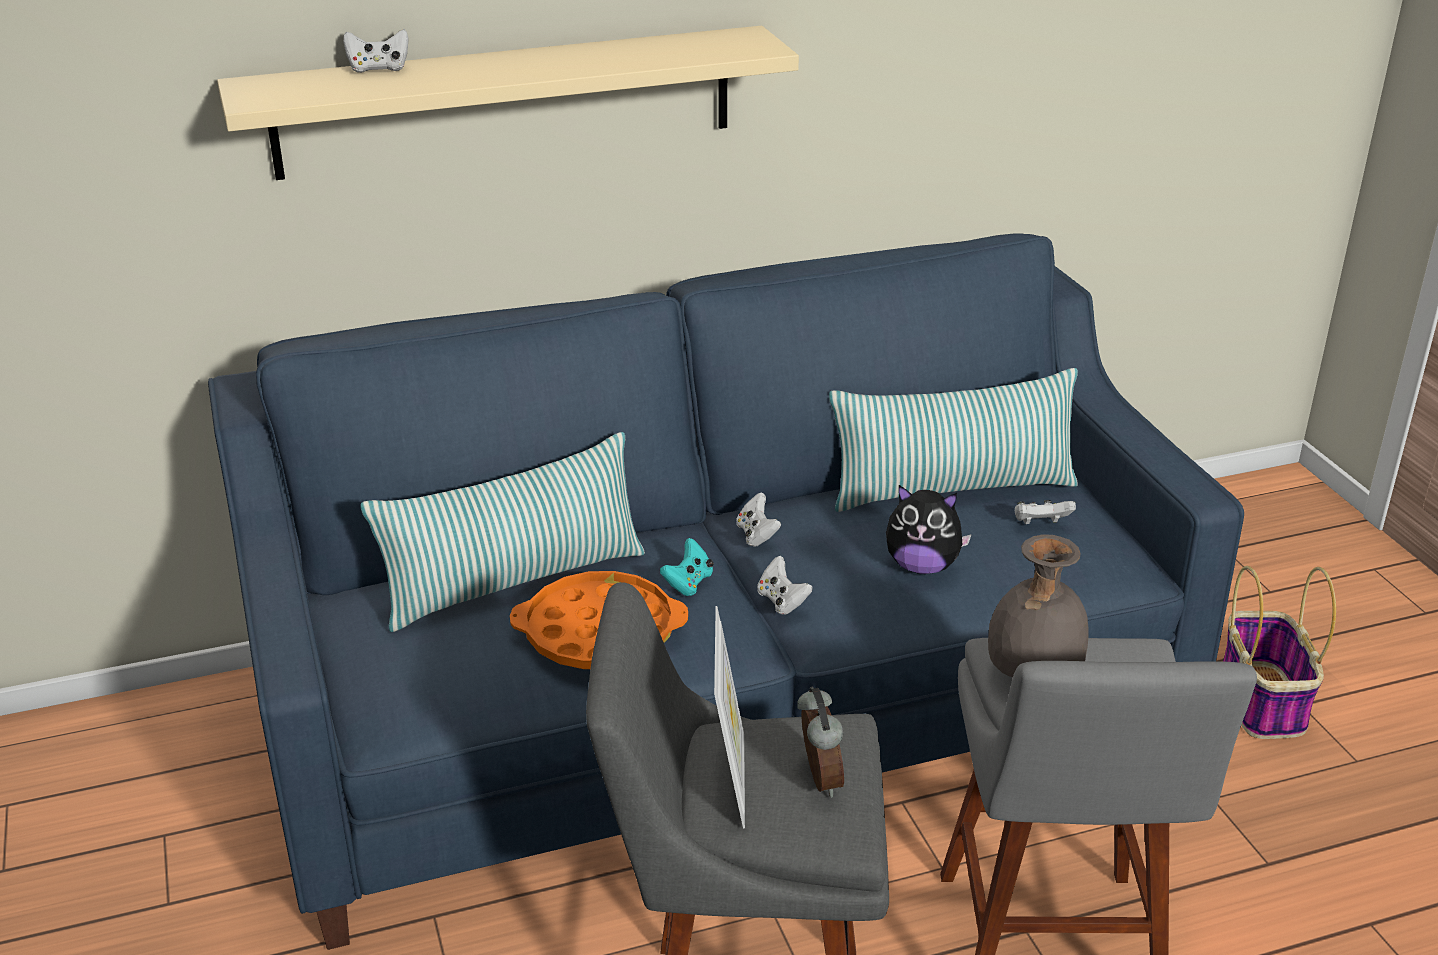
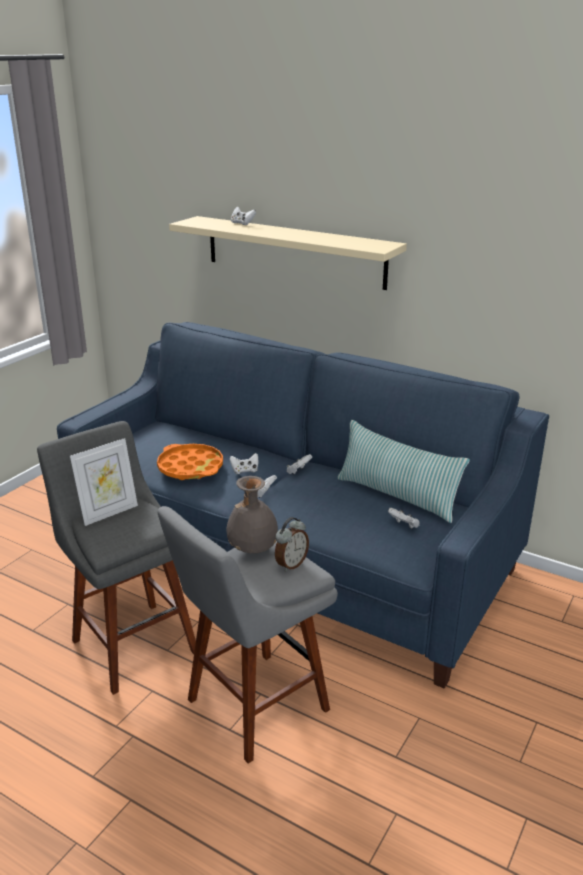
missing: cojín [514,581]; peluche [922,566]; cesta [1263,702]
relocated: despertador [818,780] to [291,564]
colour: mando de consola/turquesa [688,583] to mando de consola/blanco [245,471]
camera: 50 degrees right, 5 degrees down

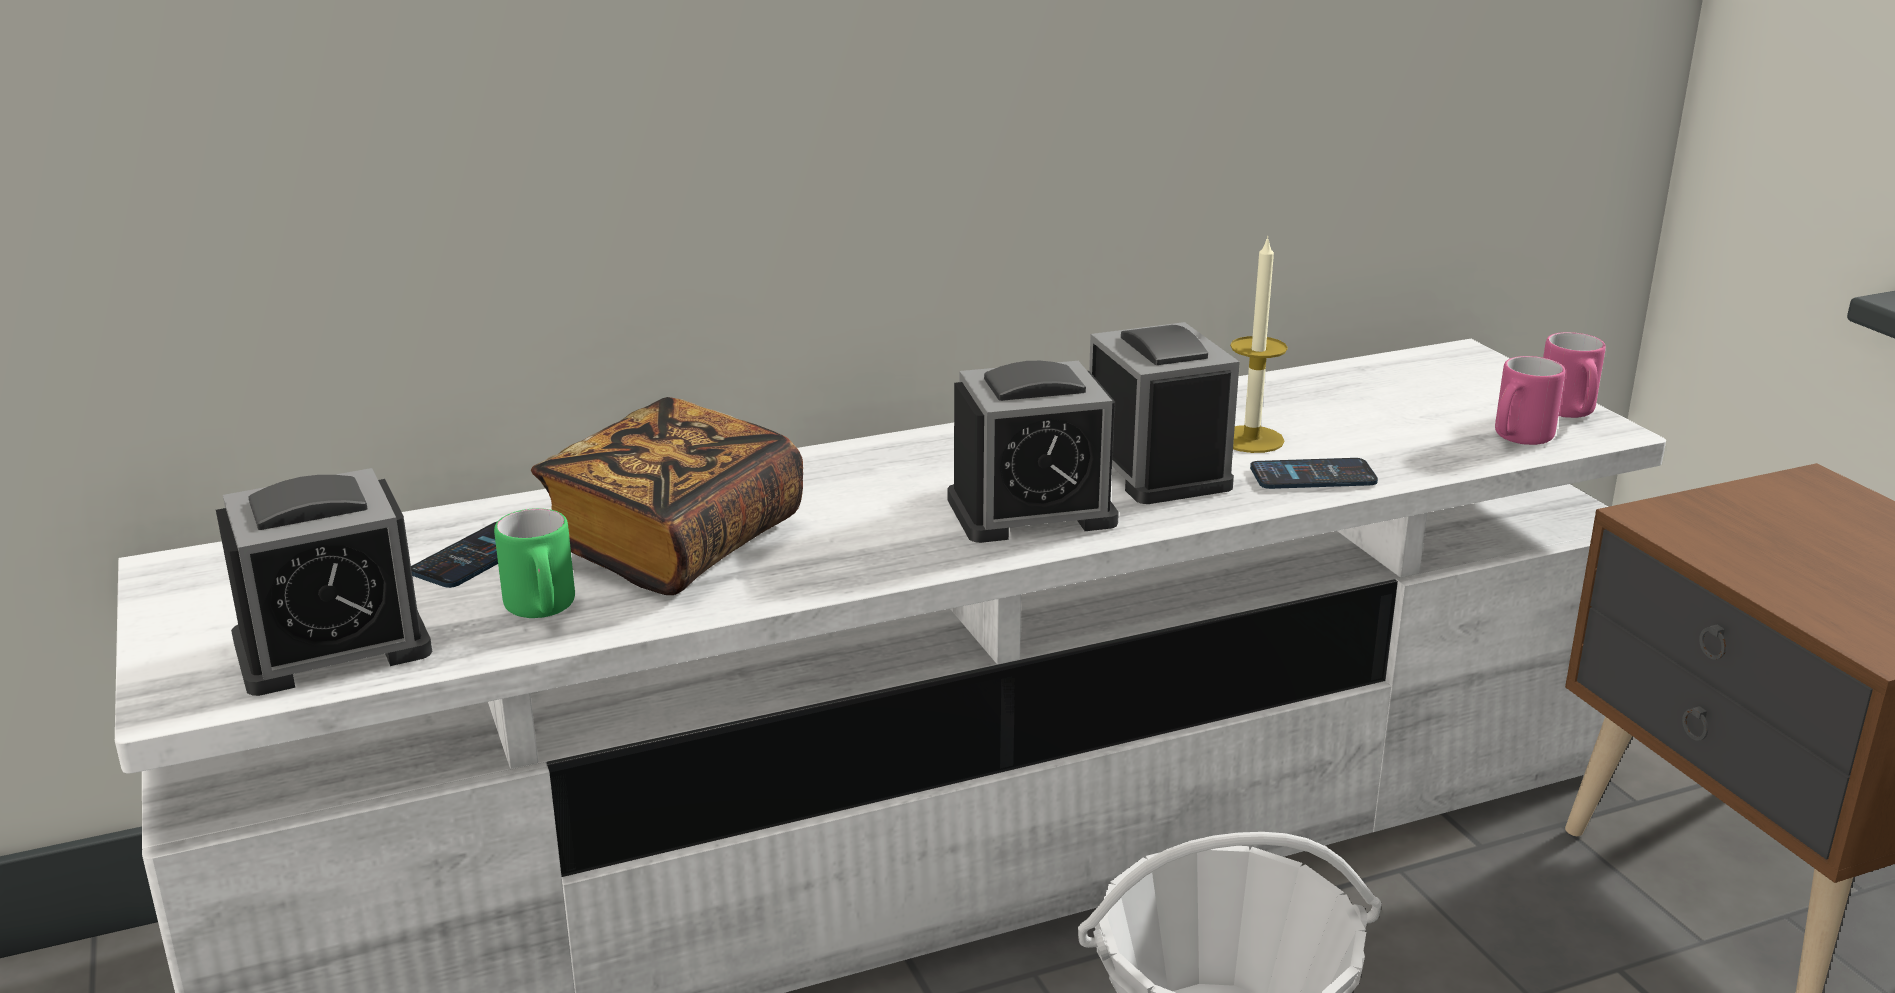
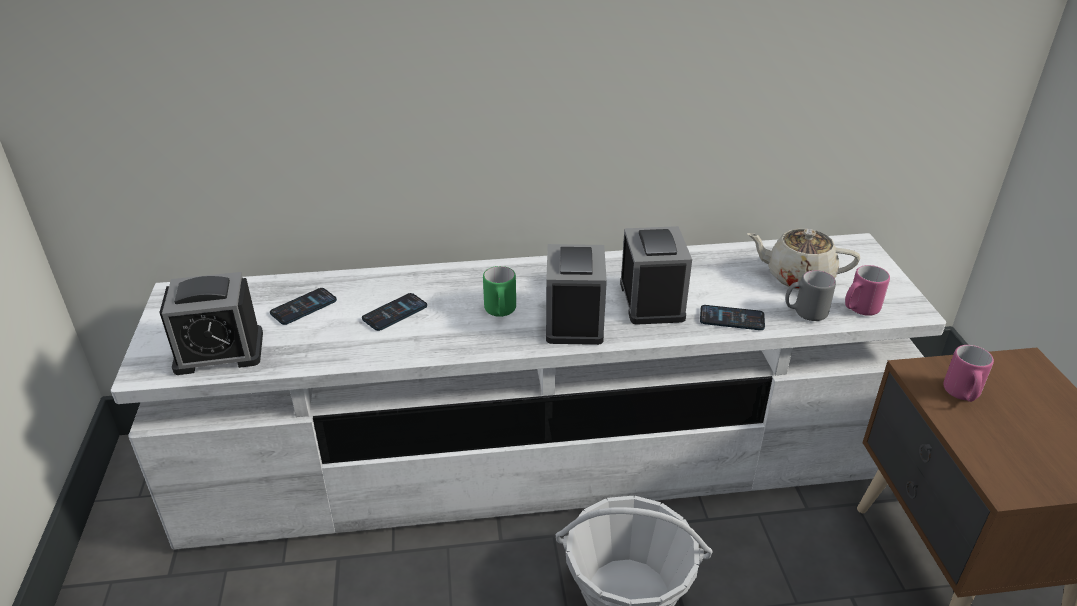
missing: vela [1251,439]
appeared: tetera/beis [797,277]; taza grande/gris [804,313]
relocated: taza grande/verde [542,611] to [500,312]; taza grande/rosa [1569,414] to [962,395]
exchanged: libro [674,543] to móvil [395,313]
spun: despertador [1031,511] = [574,320] 90 degrees clockwise
camera: 15 degrees right, 10 degrees up

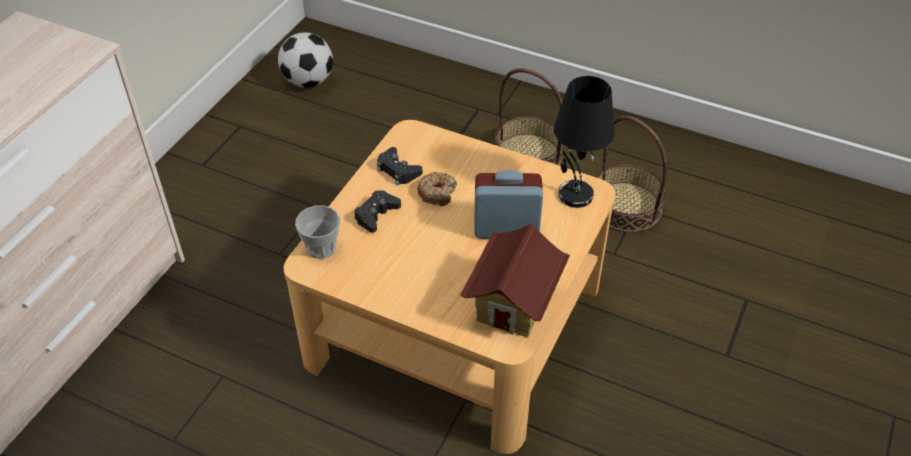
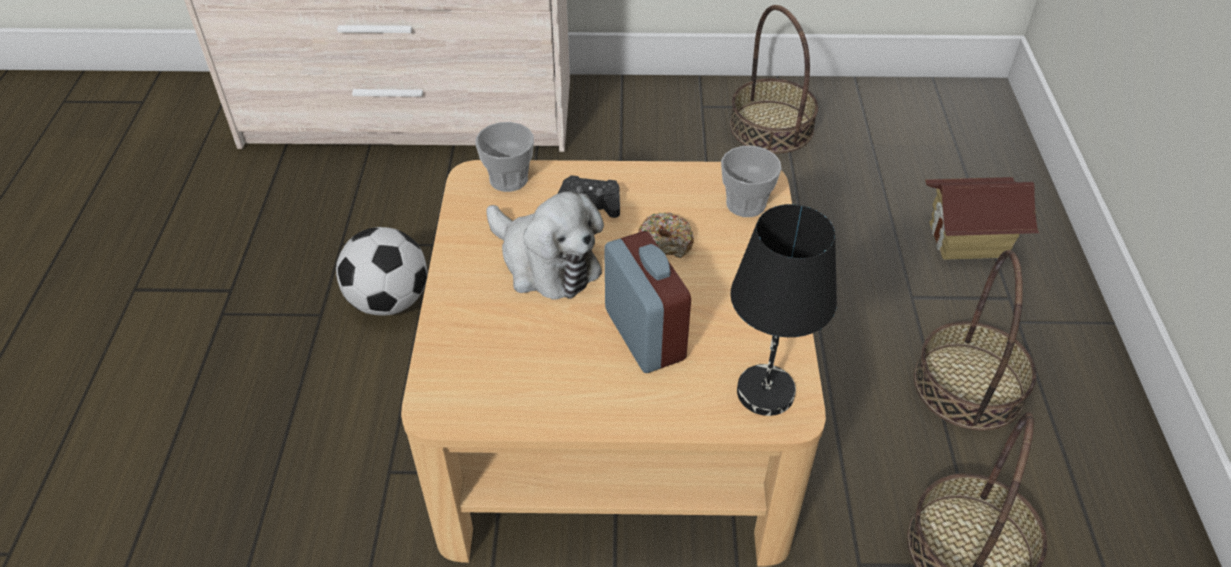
missing: mando de consola/negro [398,170]
appeared: peluche [545,262]; taza [745,204]; cesta [771,127]
relocated: balón de fútbol [308,81] to [389,301]; casita [514,305] to [968,241]
camera: 65 degrees right, 0 degrees up

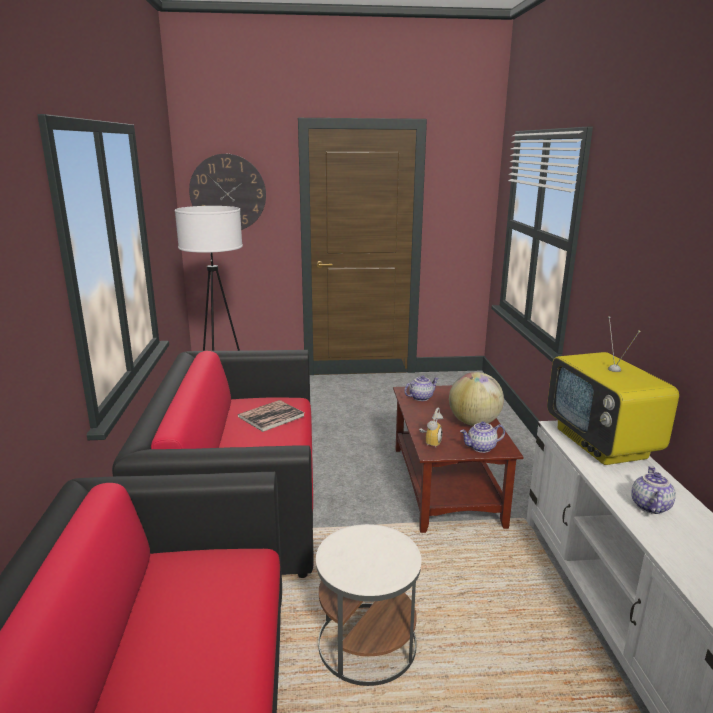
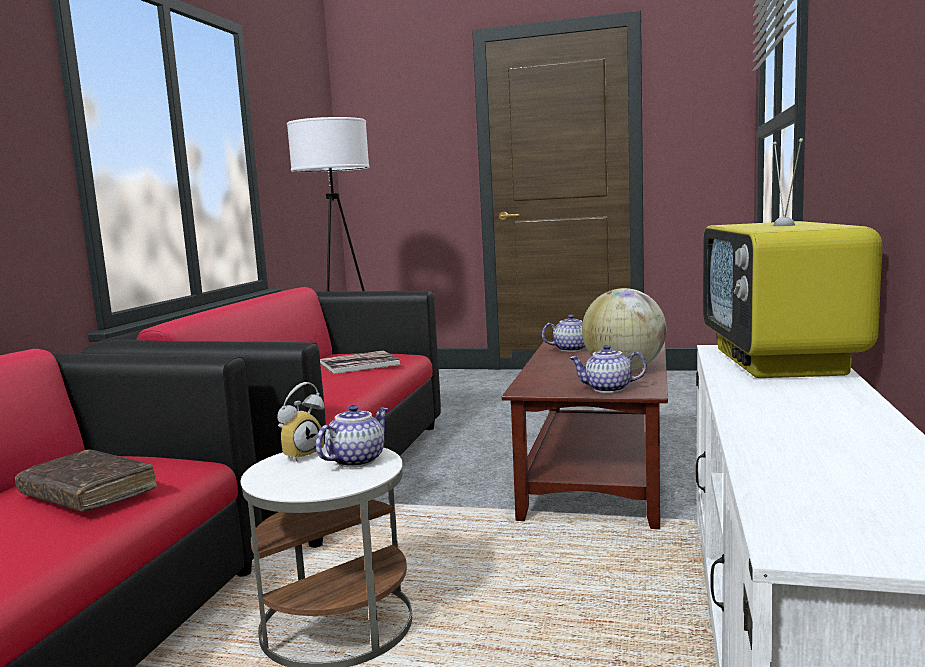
missing: reloj de pared [228,193]
appeared: libro/marrón [88,494]
relocated: despertador [430,442] to [301,454]; tetera [649,506] to [356,460]
camera: 20 degrees right, 10 degrees down

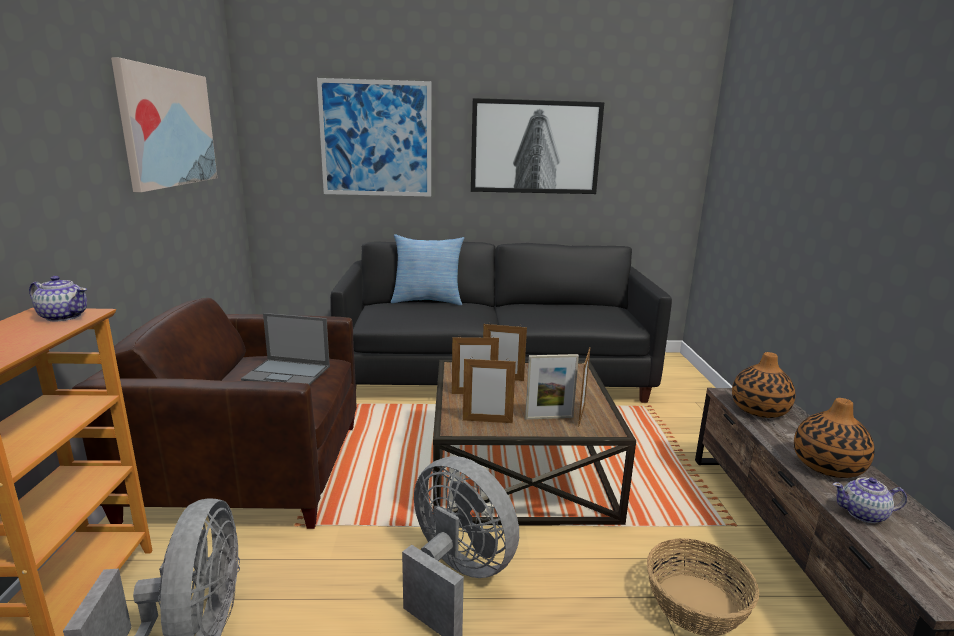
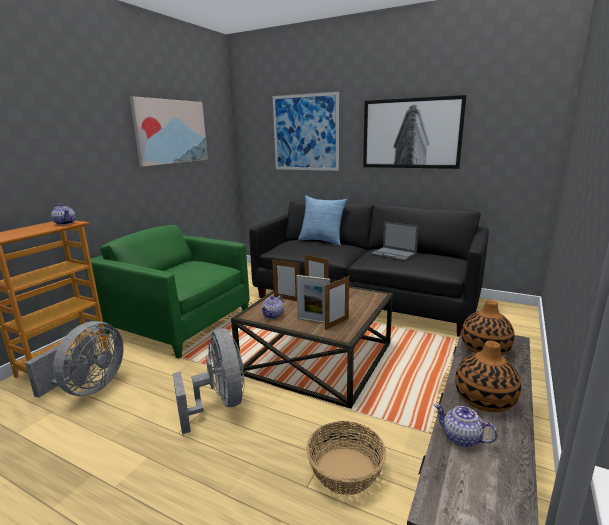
relocated: portátil [288,373] to [394,254]
exchanged: portarretratos [487,421] to tetera [273,315]
colour: sillón/marrón [251,469] to sillón/verde [180,323]
camera: 30 degrees right, 0 degrees up

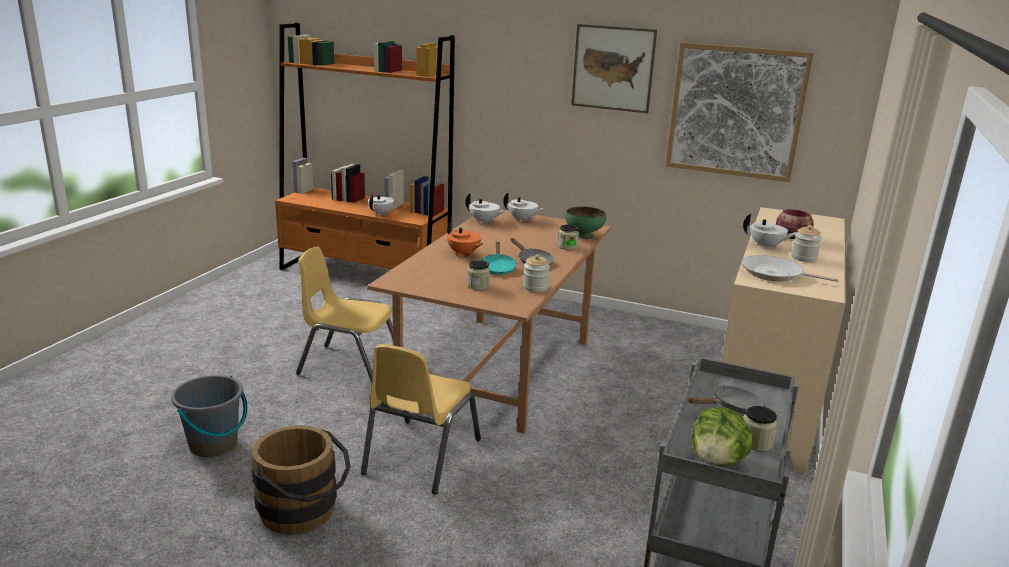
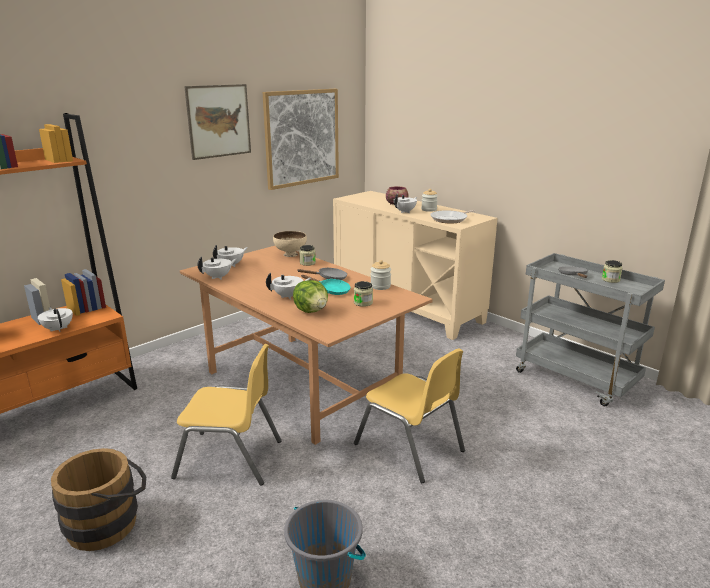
relocated: cubo/marrón [303,512] to [109,522]; lechuga [717,461] to [312,310]
colour: tetera/naranja [463,254] to tetera/blanco [289,296]; cuenco/verde [584,236] to cuenco/beis [290,254]
spun: silla/amarillo [350,365] = [230,459] 120 degrees counterclockwise
camera: 65 degrees left, 0 degrees up

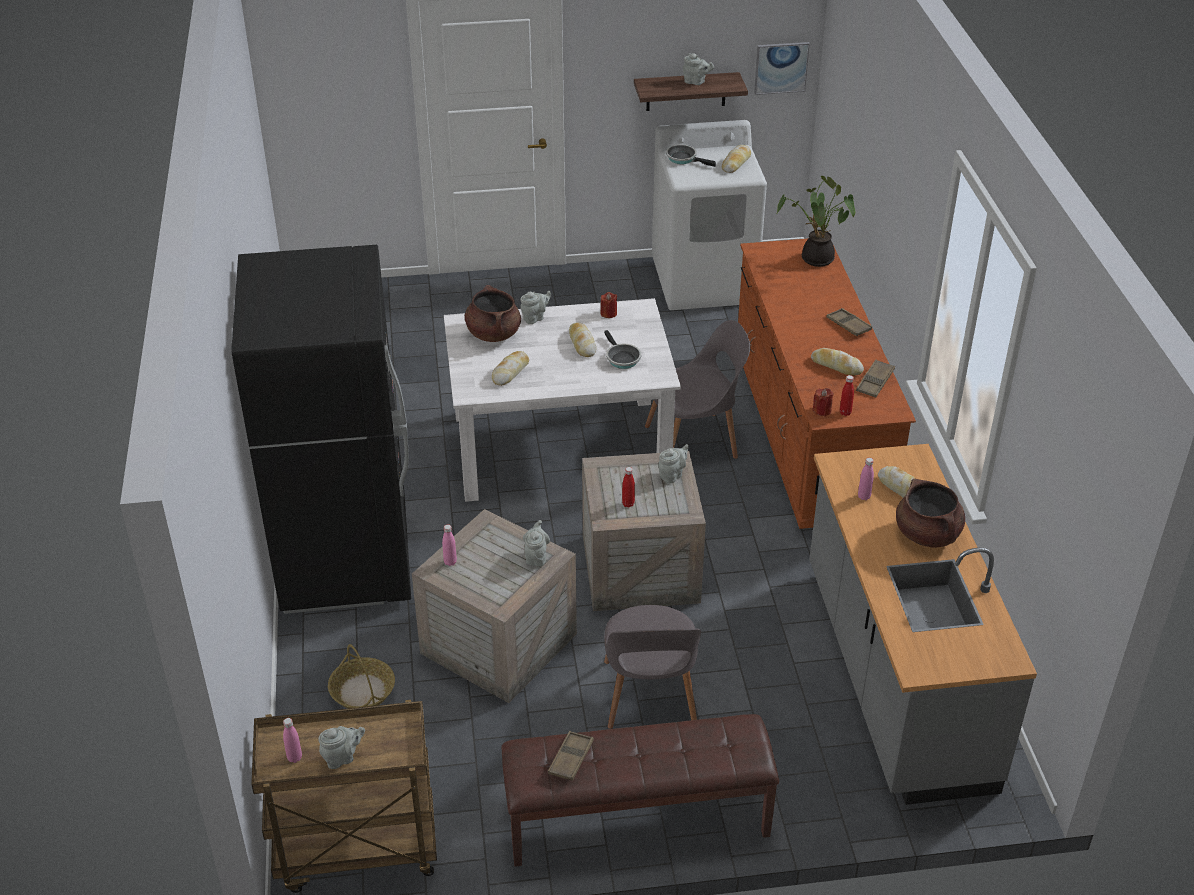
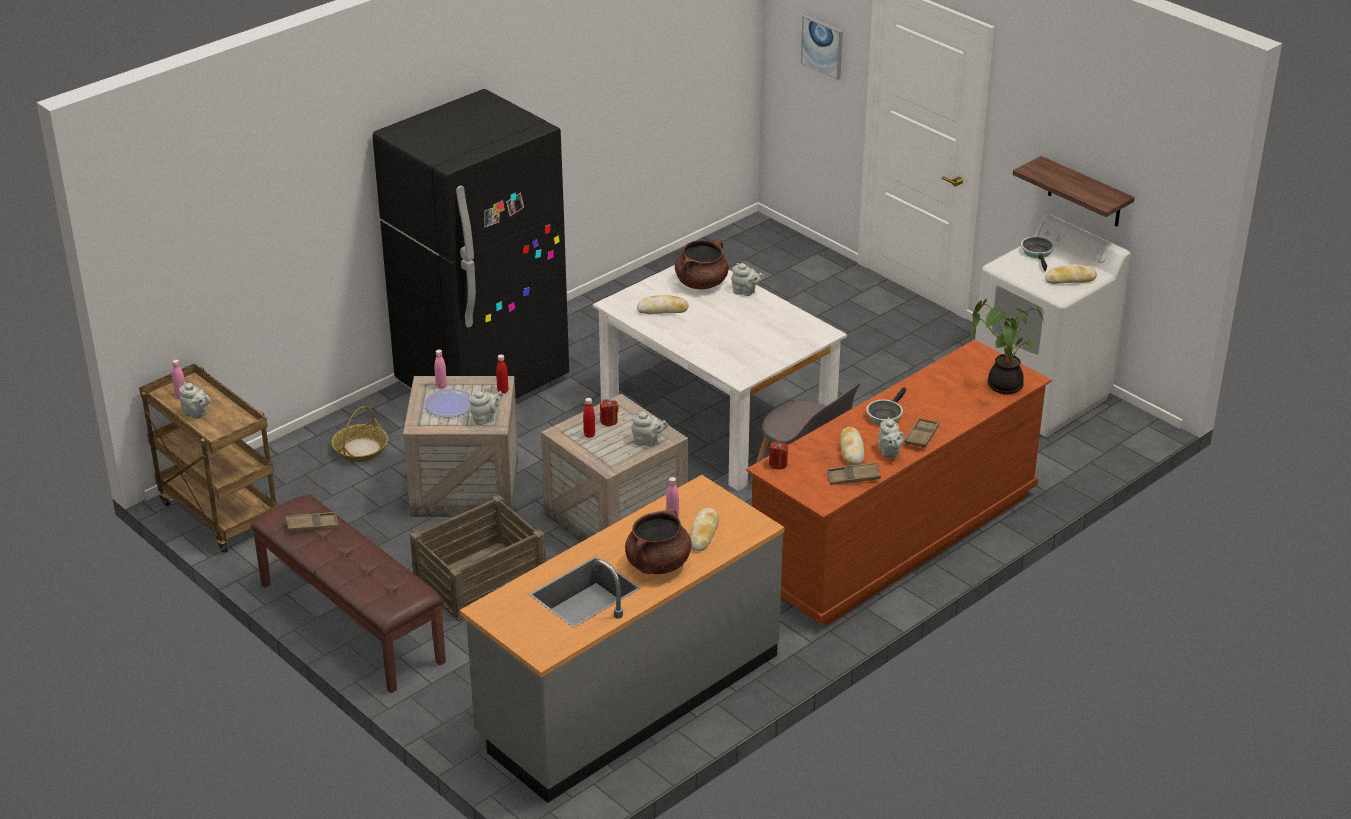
missing: pan [582,343]
appeared: plato [449,405]
relocated: vela/rojo [608,313] to [609,421]; sartén [621,358] to [885,414]; tetera/gris [696,82] to [889,452]; cuadro [781,67] to [822,46]; botella/rojo [845,413] to [502,391]
exchanged: silla/gris [649,697] to caja de embalaje [479,579]
camera: 55 degrees right, 5 degrees down

